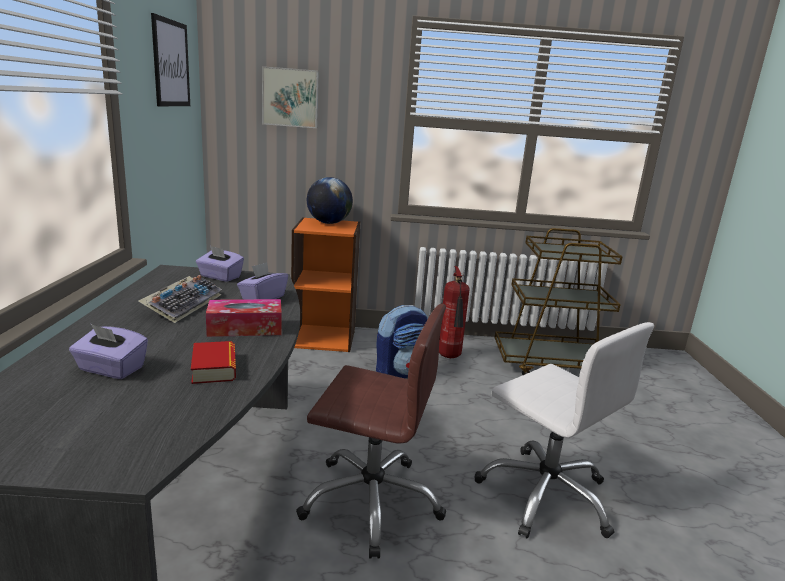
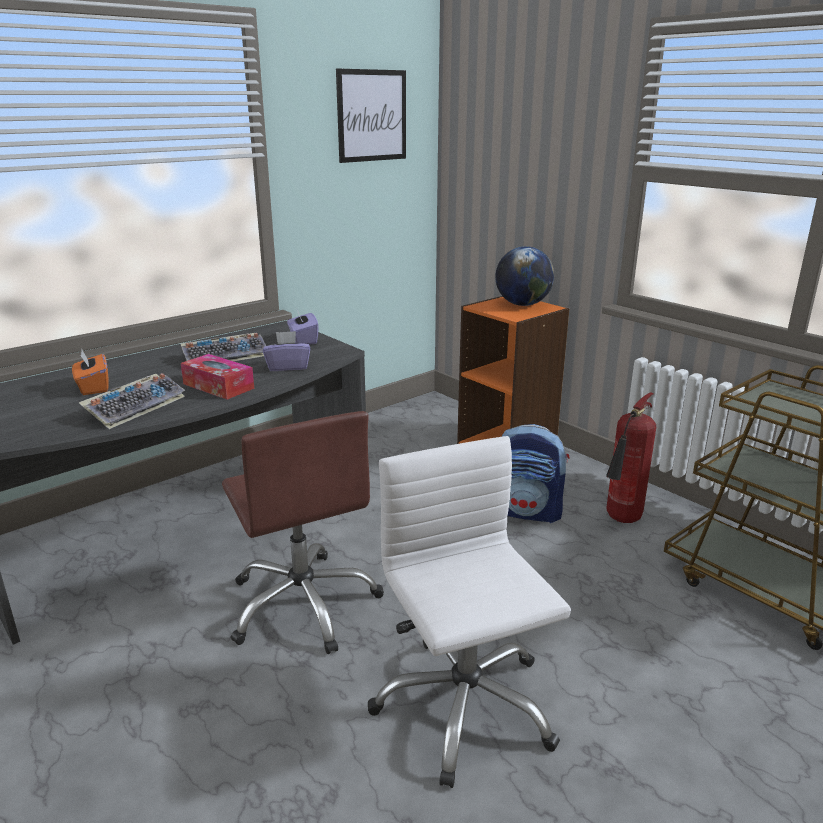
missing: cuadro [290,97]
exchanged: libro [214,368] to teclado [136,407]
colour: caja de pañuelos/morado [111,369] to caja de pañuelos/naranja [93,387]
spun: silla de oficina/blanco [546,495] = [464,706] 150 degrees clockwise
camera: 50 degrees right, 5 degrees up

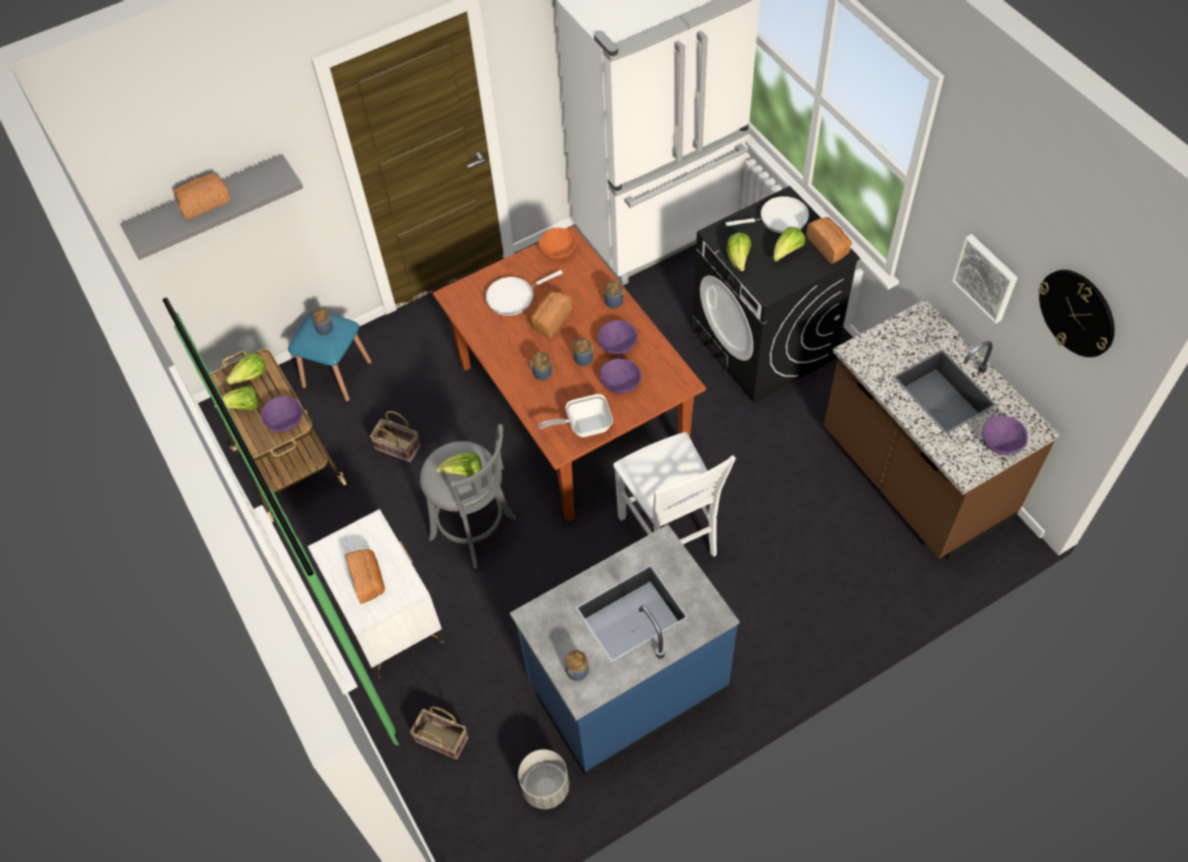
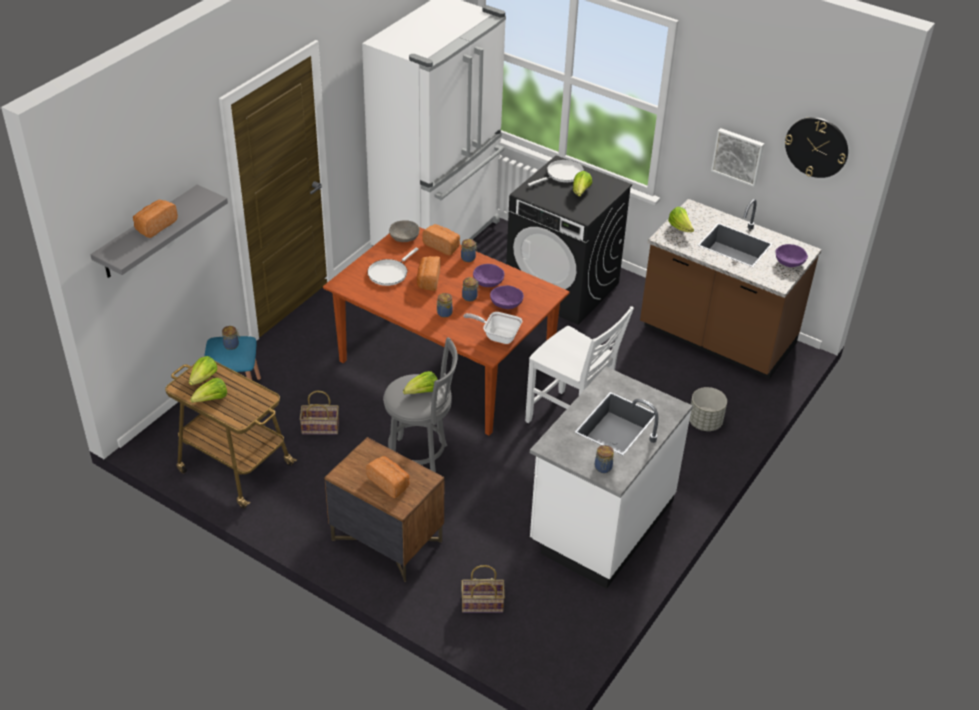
missing: cuenco/morado [284,420]
relocated: maceta/gris [546,788] to [705,423]; lechuga [738,259] to [680,228]; pan [828,246] to [442,246]
colour: mesita de noche/blanco [387,617] to mesita de noche/marrón [386,540]; mueble bajo de cocina/azul [627,686] to mueble bajo de cocina/blanco [600,523]; cuenco/naranja [558,250] to cuenco/gris [404,237]
spun: sartén [584,426] = [498,336] 60 degrees clockwise
camera: 30 degrees left, 15 degrees down

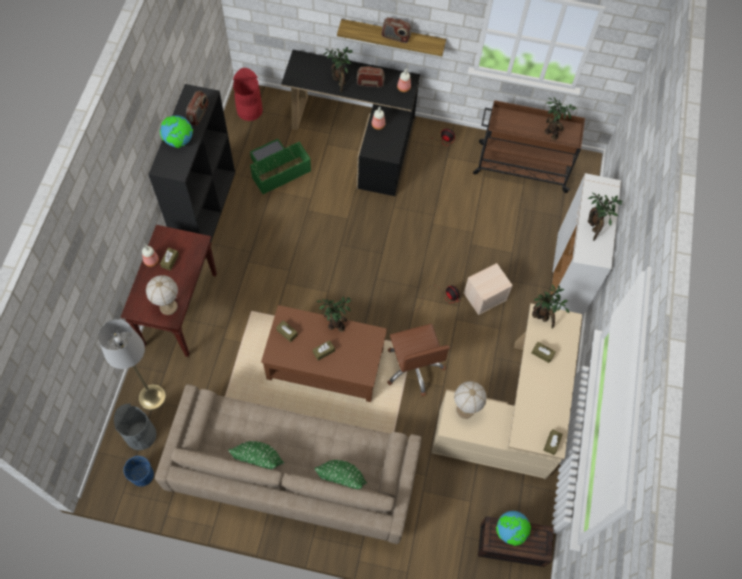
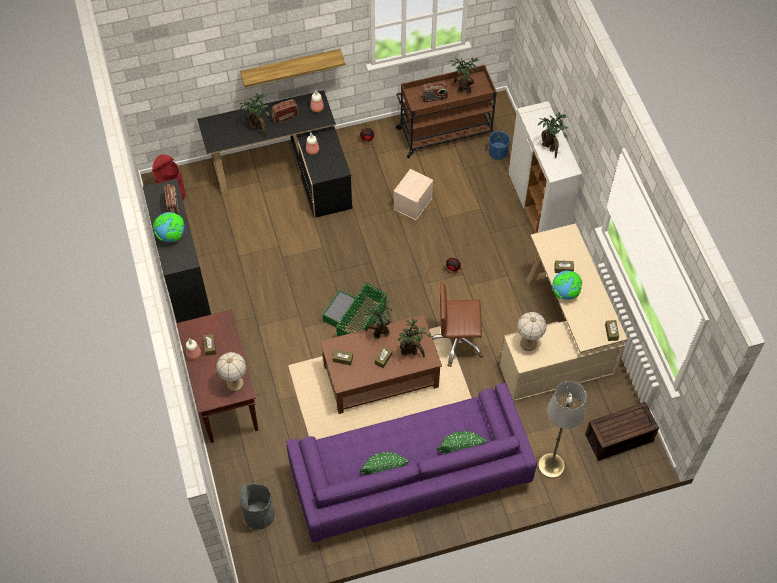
relocated: lámpara de pie/gris [152,397] to [551,465]; maceta/azul [142,475] to [497,153]; caja de almacenaje/verde [277,170] to [355,319]; radio [395,37] to [434,98]; caja de almacenaje/beis [485,295] to [412,203]; globo terráqueo [510,531] to [565,293]; planta en maceta [542,318] to [411,353]
colour: sofá/beis [293,472] to sofá/morado [409,475]
spun: silla de oficina/marrón [414,367] = [457,342] 135 degrees clockwise
camera: 25 degrees left, 5 degrees down

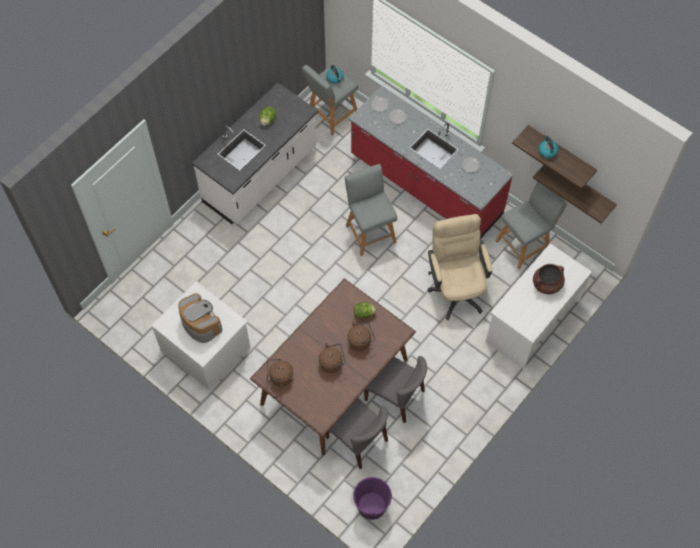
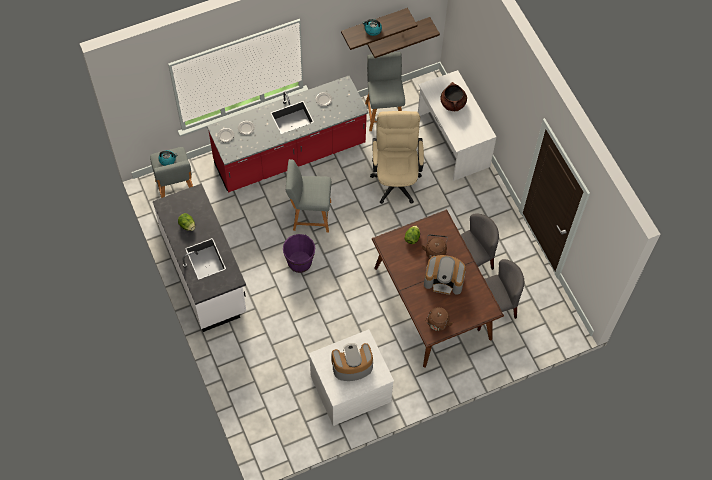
relocated: cubo/morado [371,506] to [299,262]
exchanged: hervidor/marrón [332,363] to cafetera [444,280]
spun: silla de oficina/beis [456,288] = [396,178] 75 degrees clockwise
camera: 65 degrees left, 0 degrees up

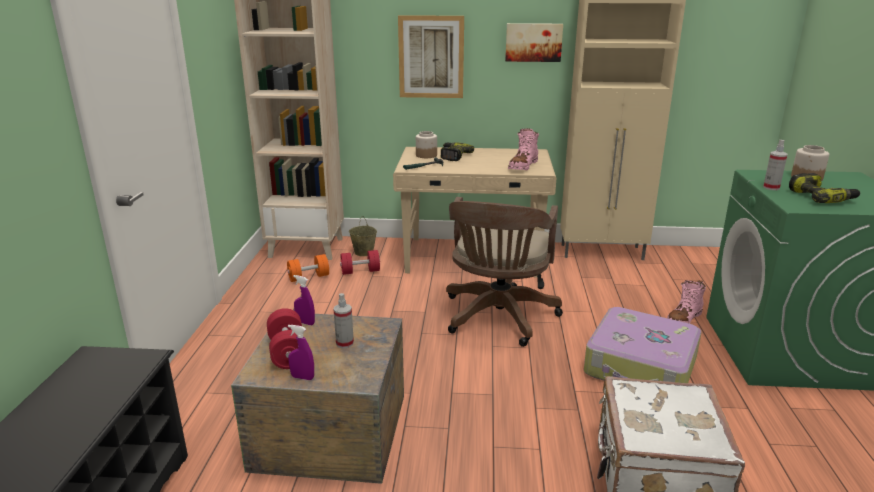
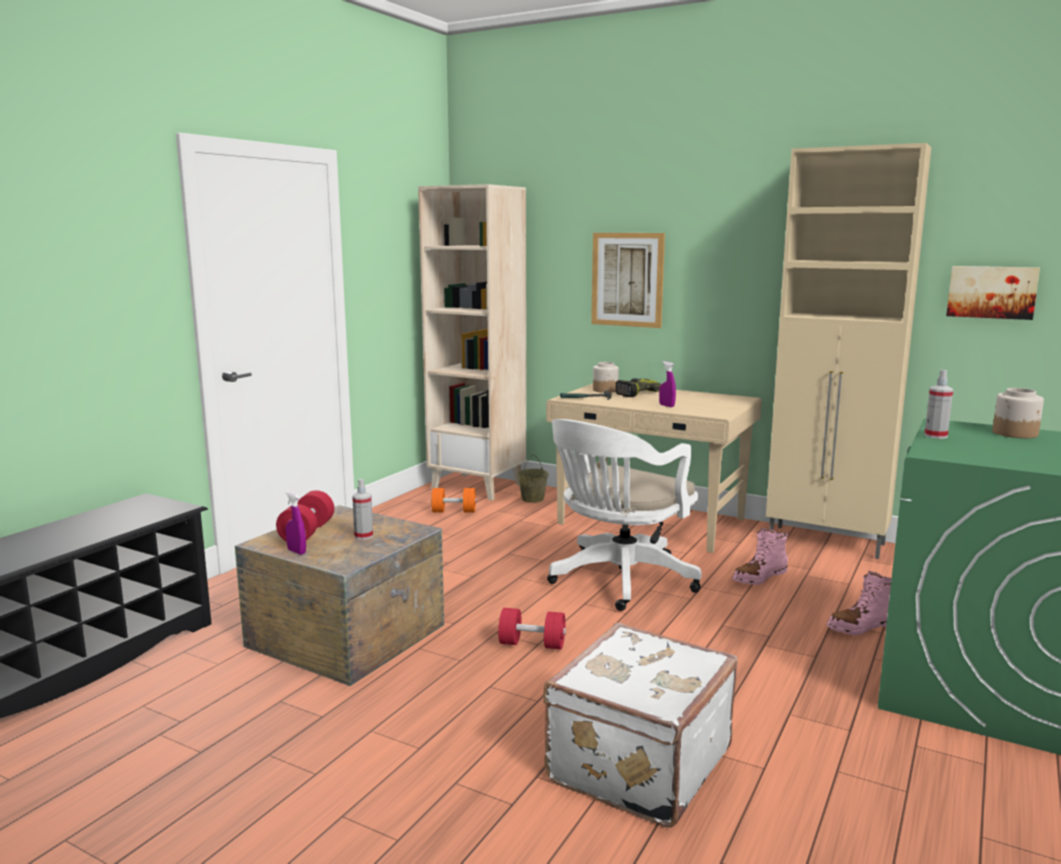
missing: maleta [641,366]; taladro [821,197]
relocated: pulverizador/morado [305,323] to [666,406]; mancuerna/rojo [360,271] to [532,644]; cuadro [533,42] to [991,292]; bota/rosa [523,166] to [759,577]
colour: silla de oficina/marrón [498,318] to silla de oficina/blanco [618,581]
camera: 25 degrees right, 10 degrees down

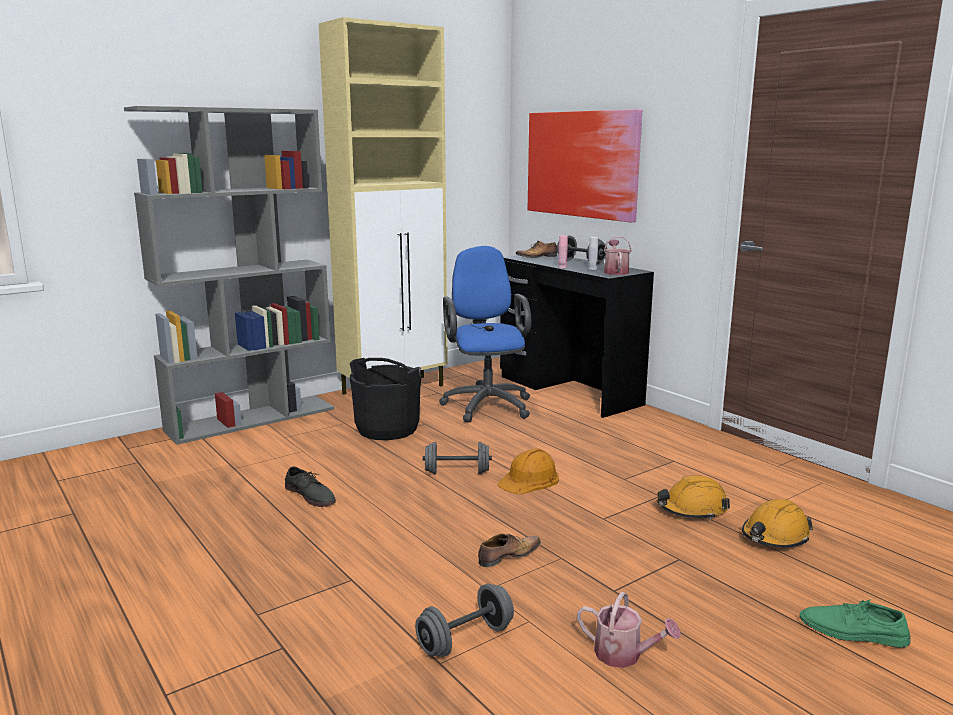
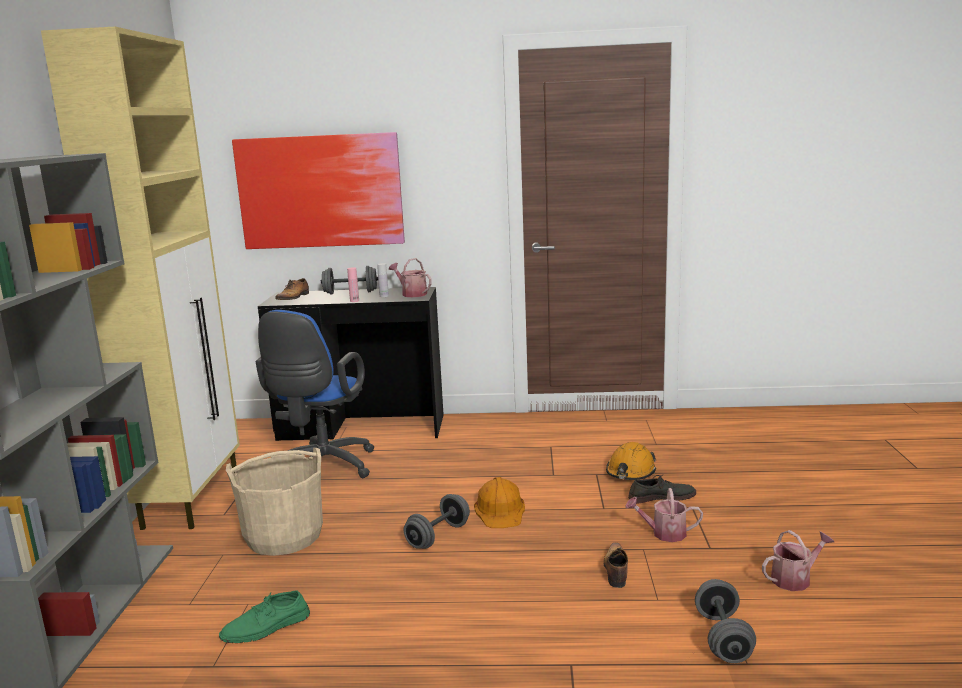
missing: casco/naranja [775,536]
appeared: regadera [664,533]
relocated: zapato/gris [311,495] to [661,497]; zapato/verde [853,632] to [266,627]
colour: cubo/negro [387,429] to cubo/beis [284,536]
spun: silla de oficina/azul [486,404] = [322,470] 105 degrees counterclockwise
camera: 50 degrees left, 0 degrees up

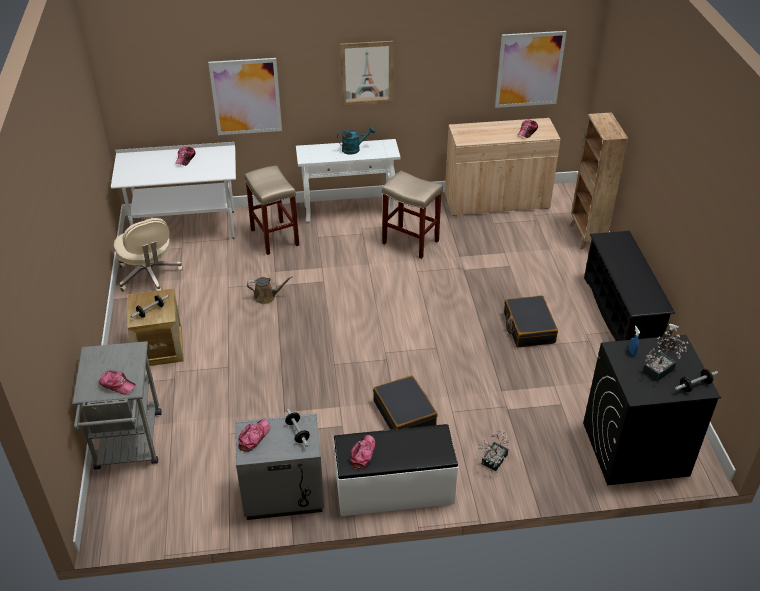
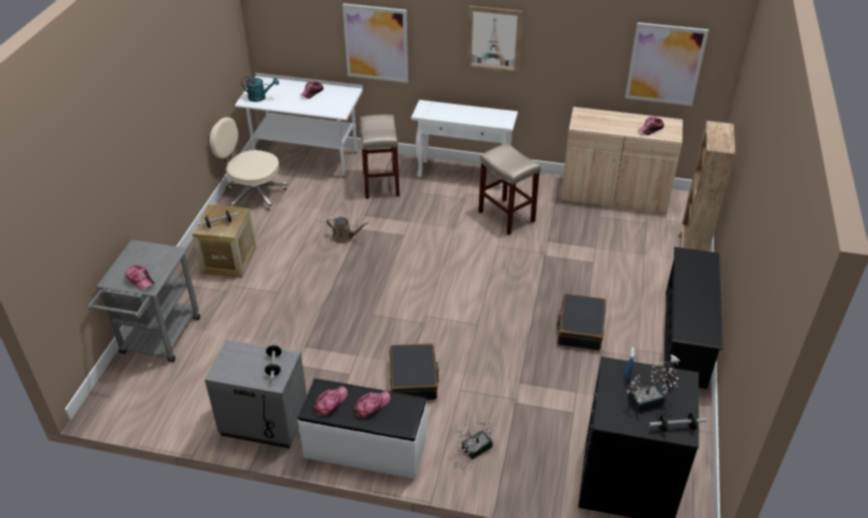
relocated: gorra [254,437] to [371,406]; regadera/turquesa [354,149] to [260,97]
spun: silla de oficina/beis [149,276] = [253,194] 120 degrees clockwise
camera: 20 degrees right, 0 degrees up

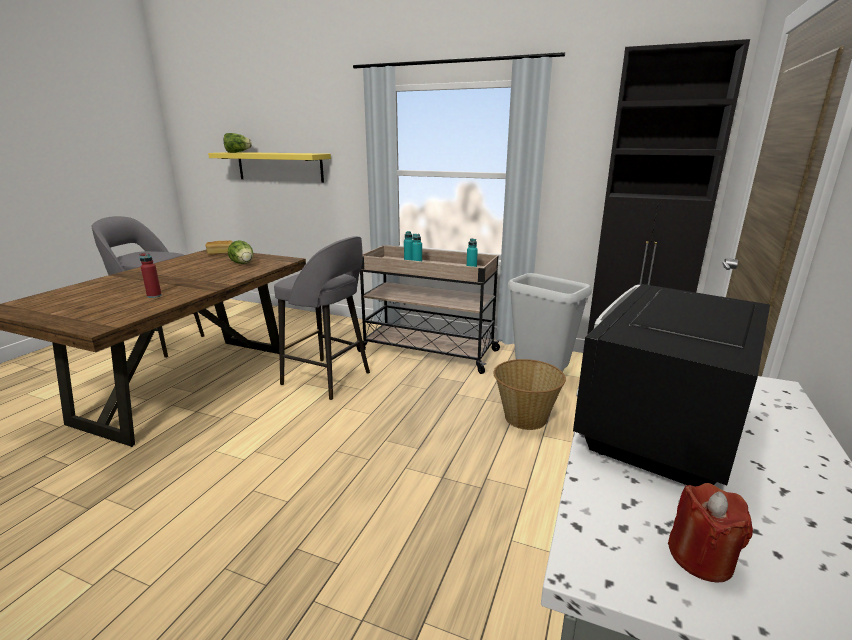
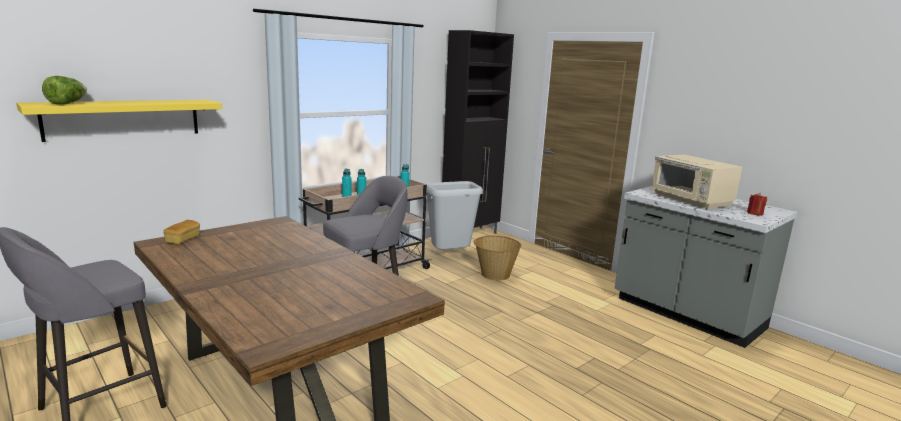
missing: botella/rojo [154,296]; lechuga [243,264]
colour: microondas/negro [660,426] to microondas/beis [691,201]
camera: 65 degrees left, 5 degrees down

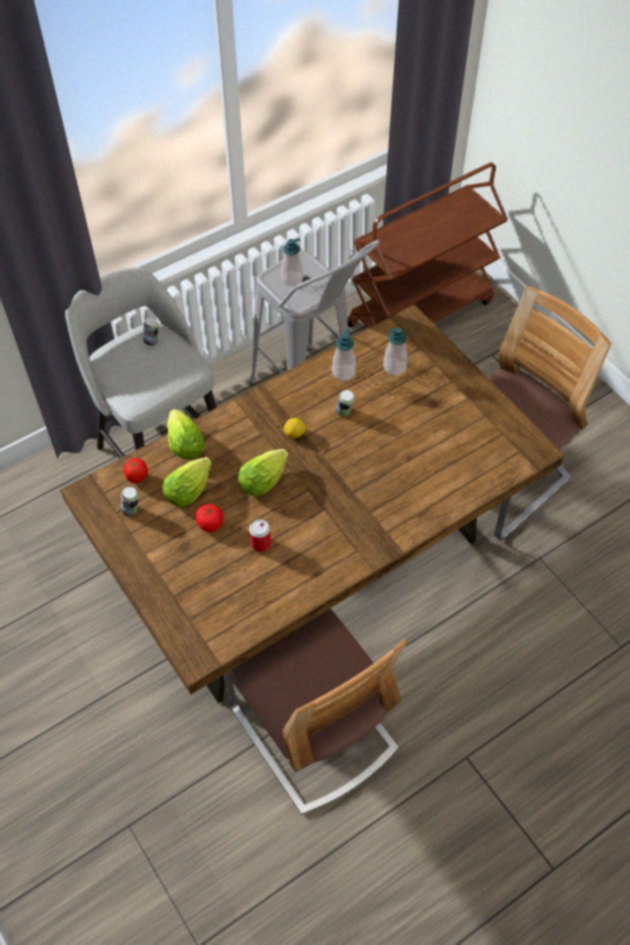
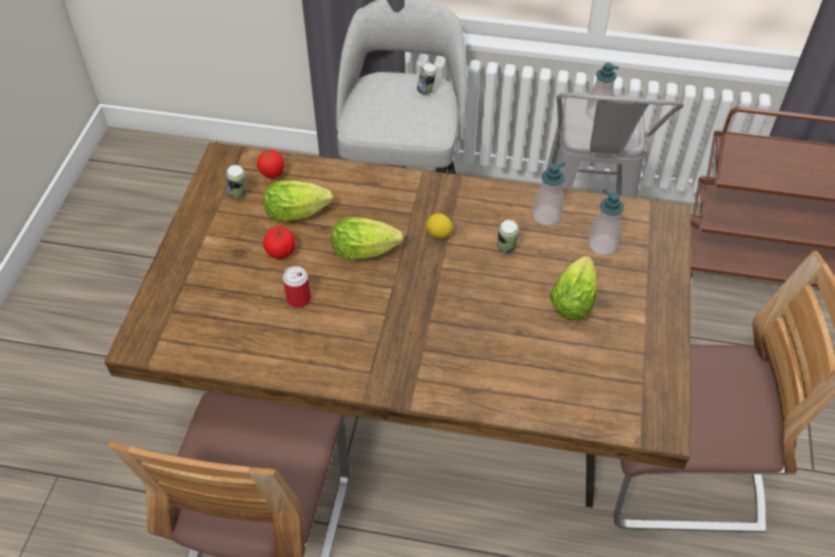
relocated: lechuga [184,443] to [574,299]
camera: 45 degrees right, 5 degrees down

